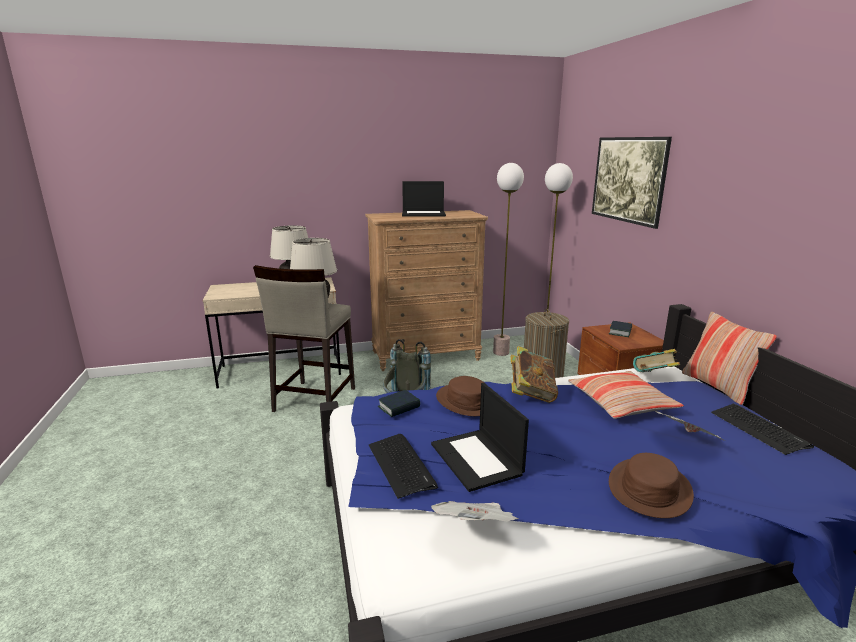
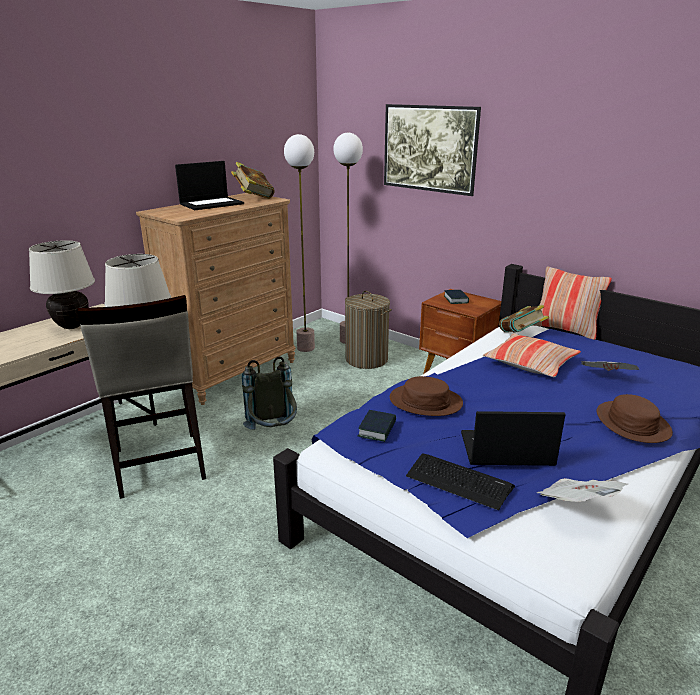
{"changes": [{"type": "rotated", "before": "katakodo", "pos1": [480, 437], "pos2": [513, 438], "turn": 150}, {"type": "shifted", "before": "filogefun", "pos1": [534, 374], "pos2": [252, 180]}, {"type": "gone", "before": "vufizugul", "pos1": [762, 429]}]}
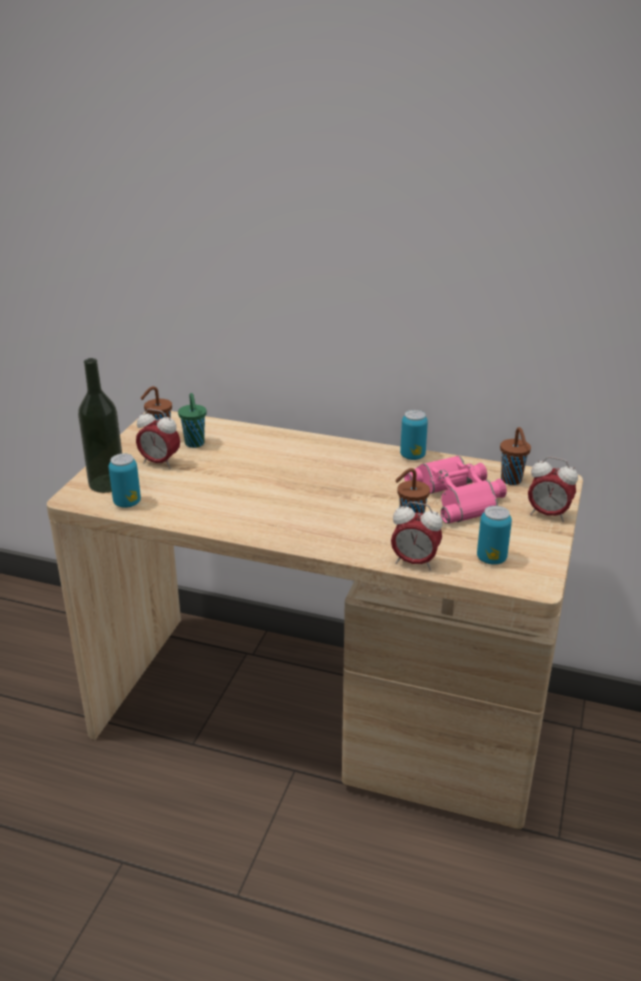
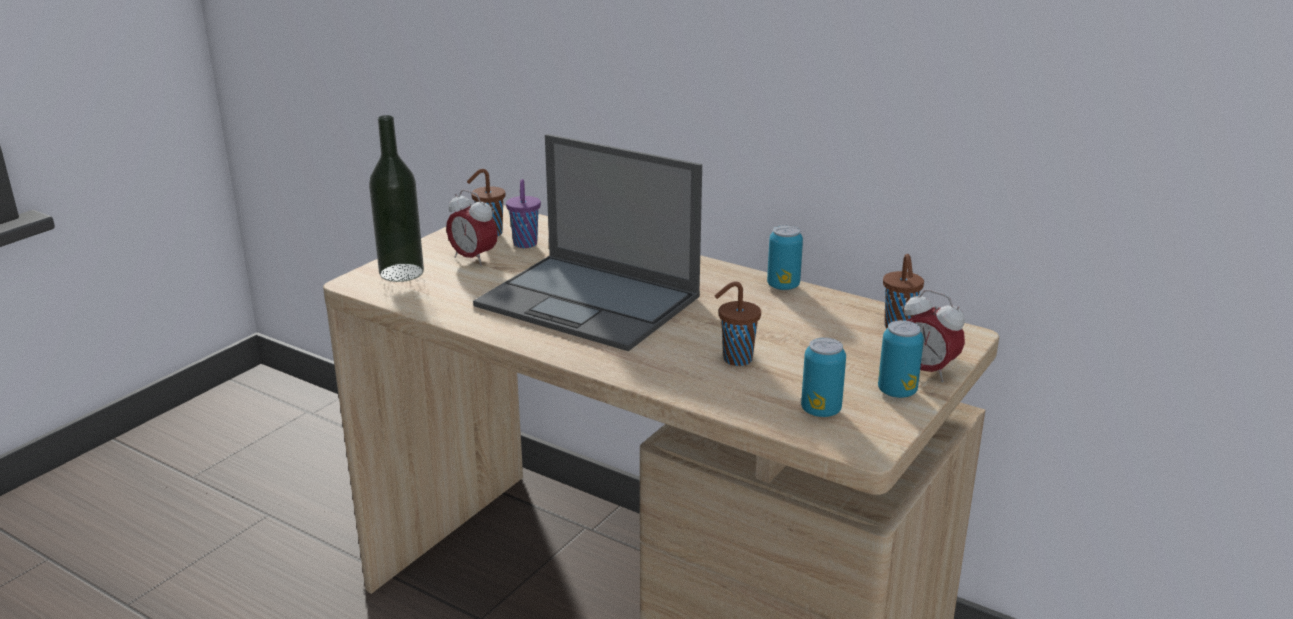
{"changes": [{"type": "shifted", "before": "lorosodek", "pos1": [124, 480], "pos2": [901, 359]}, {"type": "repainted", "before": "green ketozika", "after": "purple ketozika", "pos1": [192, 420], "pos2": [523, 213]}, {"type": "gone", "before": "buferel", "pos1": [417, 536]}, {"type": "gone", "before": "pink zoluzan", "pos1": [455, 490]}, {"type": "new", "after": "katakodo", "pos2": [587, 242]}]}
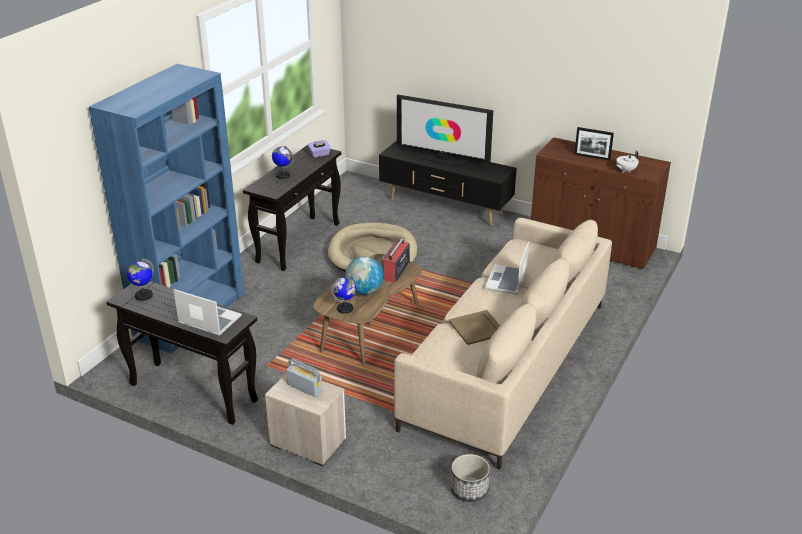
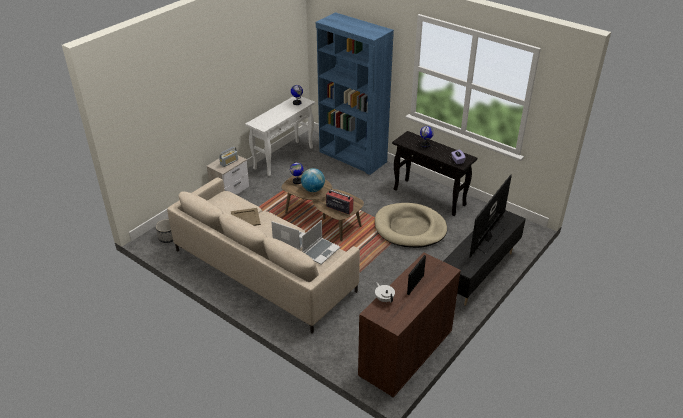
{"changes": [{"type": "repainted", "before": "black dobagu", "after": "white dobagu", "pos1": [182, 353], "pos2": [280, 136]}, {"type": "shifted", "before": "katakodo", "pos1": [207, 312], "pos2": [321, 242]}]}
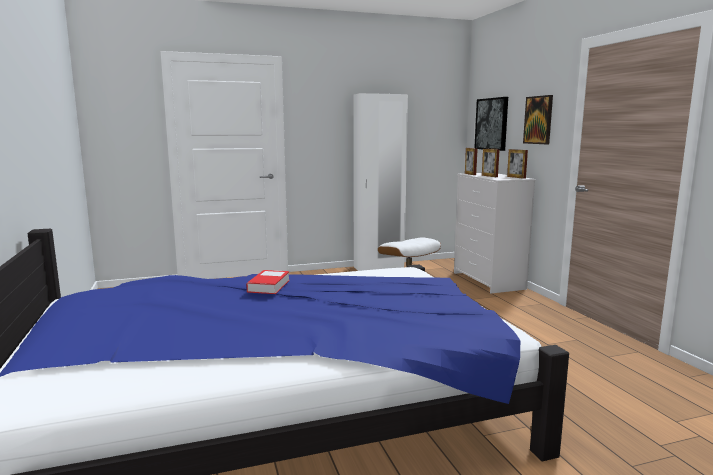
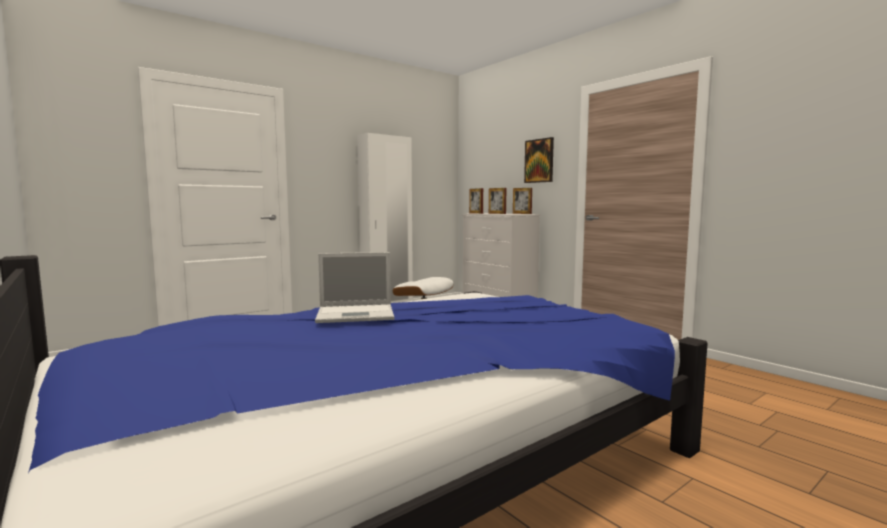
{"changes": [{"type": "swapped", "before": "filogefun", "after": "katakodo", "pos1": [268, 282], "pos2": [354, 287]}, {"type": "gone", "before": "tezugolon", "pos1": [491, 124]}]}
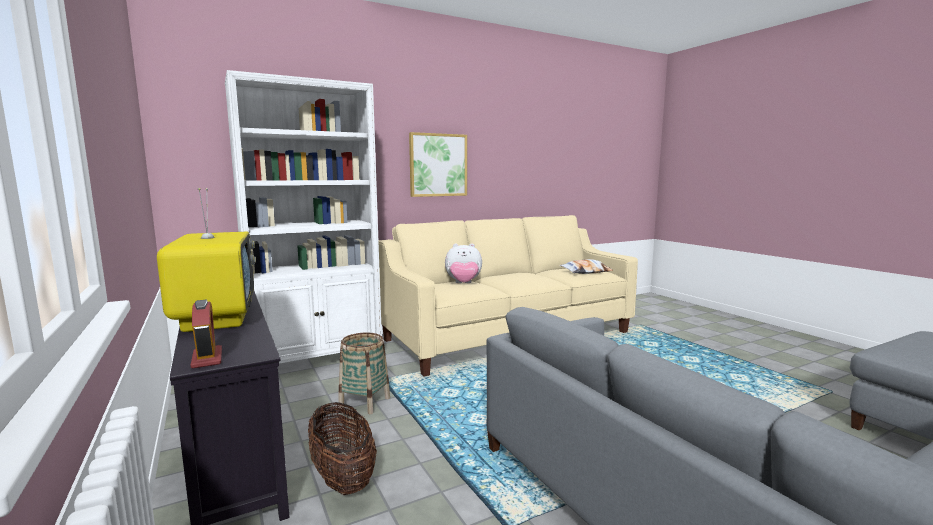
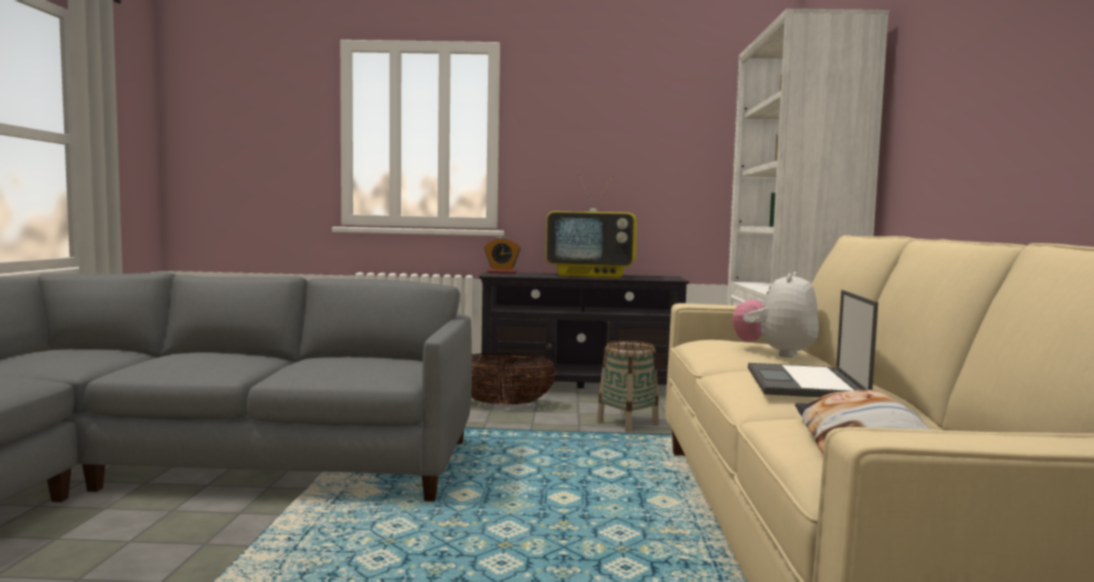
{"changes": [{"type": "gone", "before": "tezugolon", "pos1": [438, 164]}, {"type": "new", "after": "katakodo", "pos2": [813, 344]}]}
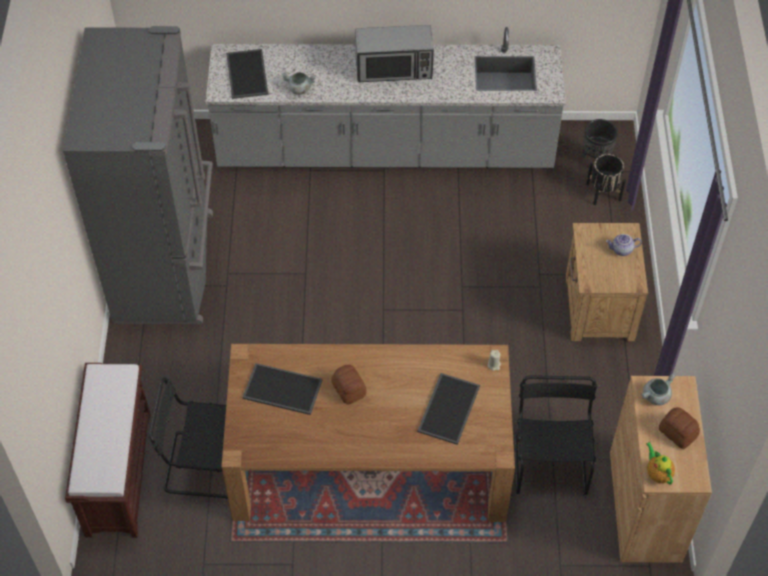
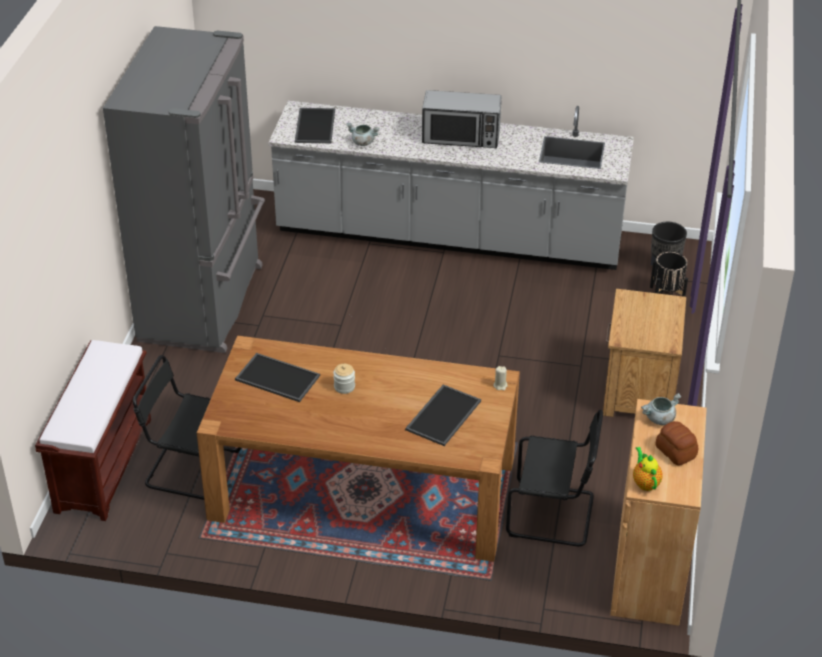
{"changes": [{"type": "swapped", "before": "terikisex", "after": "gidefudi", "pos1": [348, 385], "pos2": [344, 379]}, {"type": "rotated", "before": "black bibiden", "pos1": [555, 435], "pos2": [554, 478], "turn": 90}, {"type": "gone", "before": "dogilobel", "pos1": [624, 245]}]}
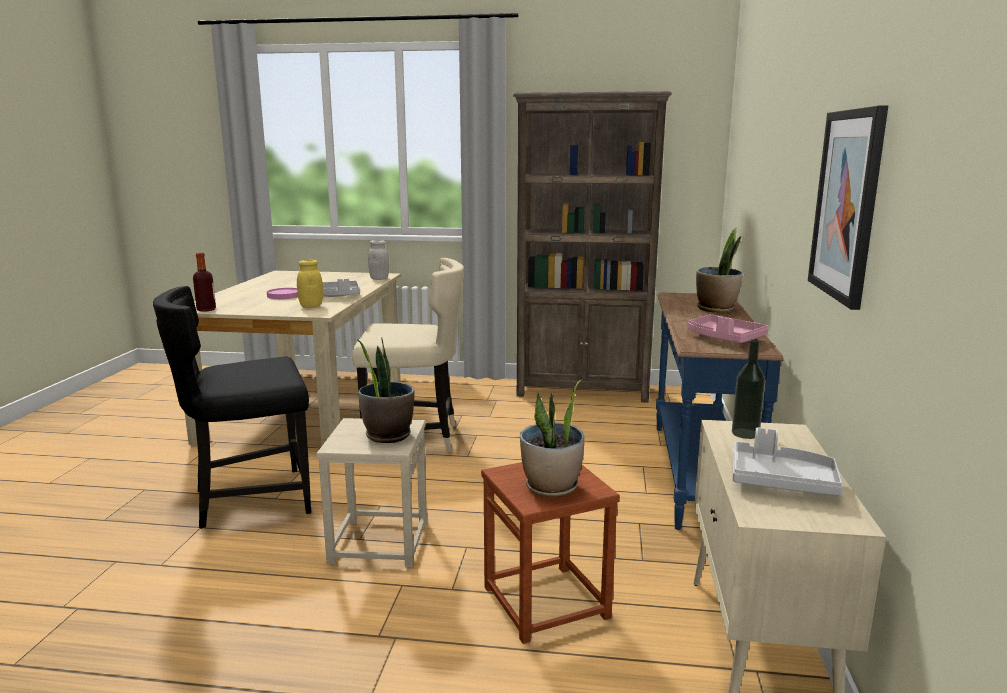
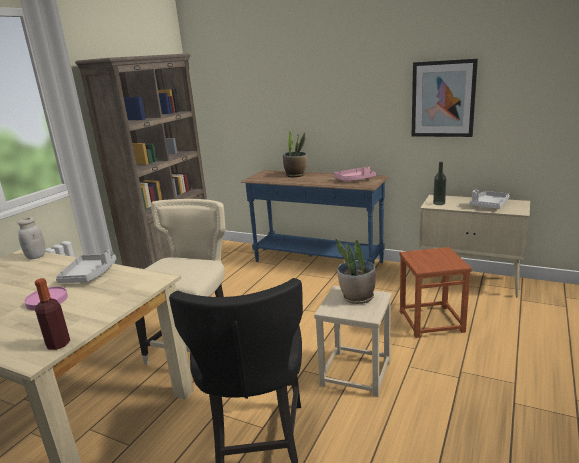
{"changes": [{"type": "gone", "before": "yellow gidefudi", "pos1": [310, 284]}, {"type": "gone", "before": "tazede", "pos1": [552, 438]}]}
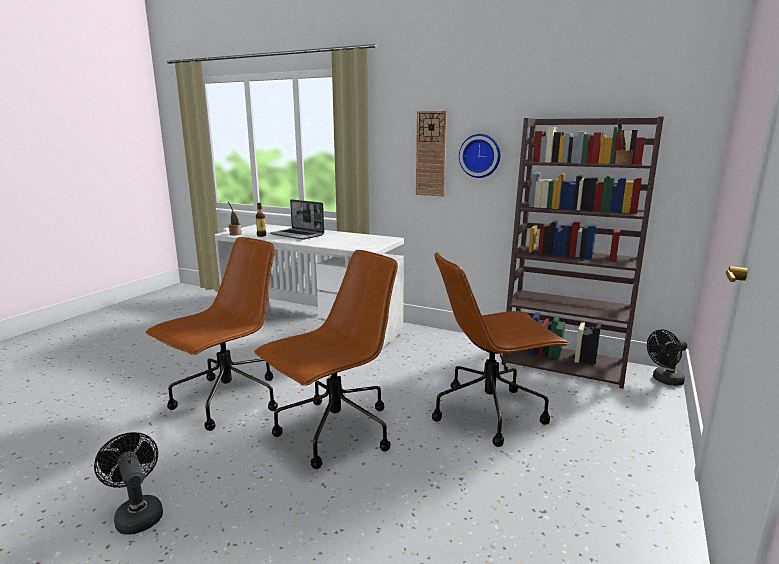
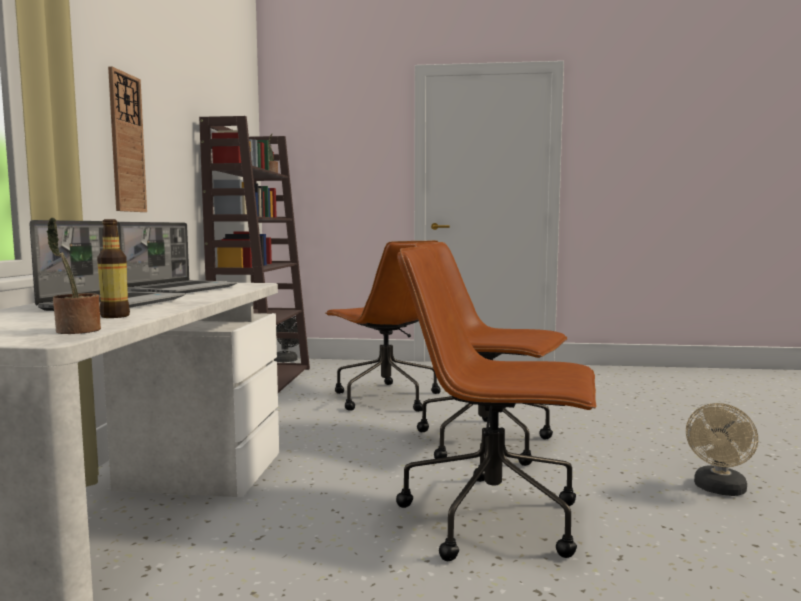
{"changes": [{"type": "repainted", "before": "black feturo", "after": "beige feturo", "pos1": [128, 483], "pos2": [722, 449]}, {"type": "gone", "before": "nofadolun", "pos1": [480, 156]}, {"type": "new", "after": "katakodo", "pos2": [179, 257]}]}
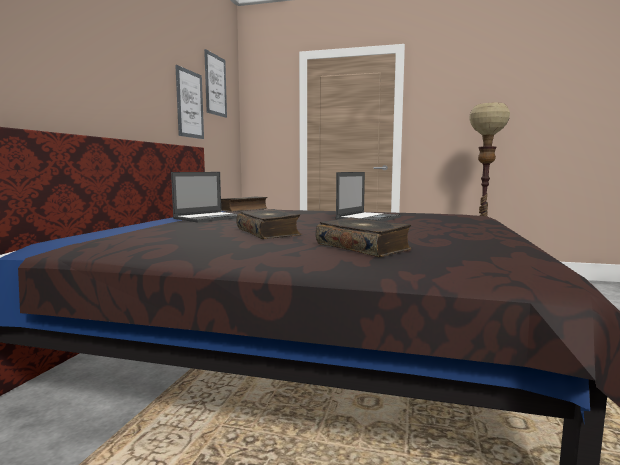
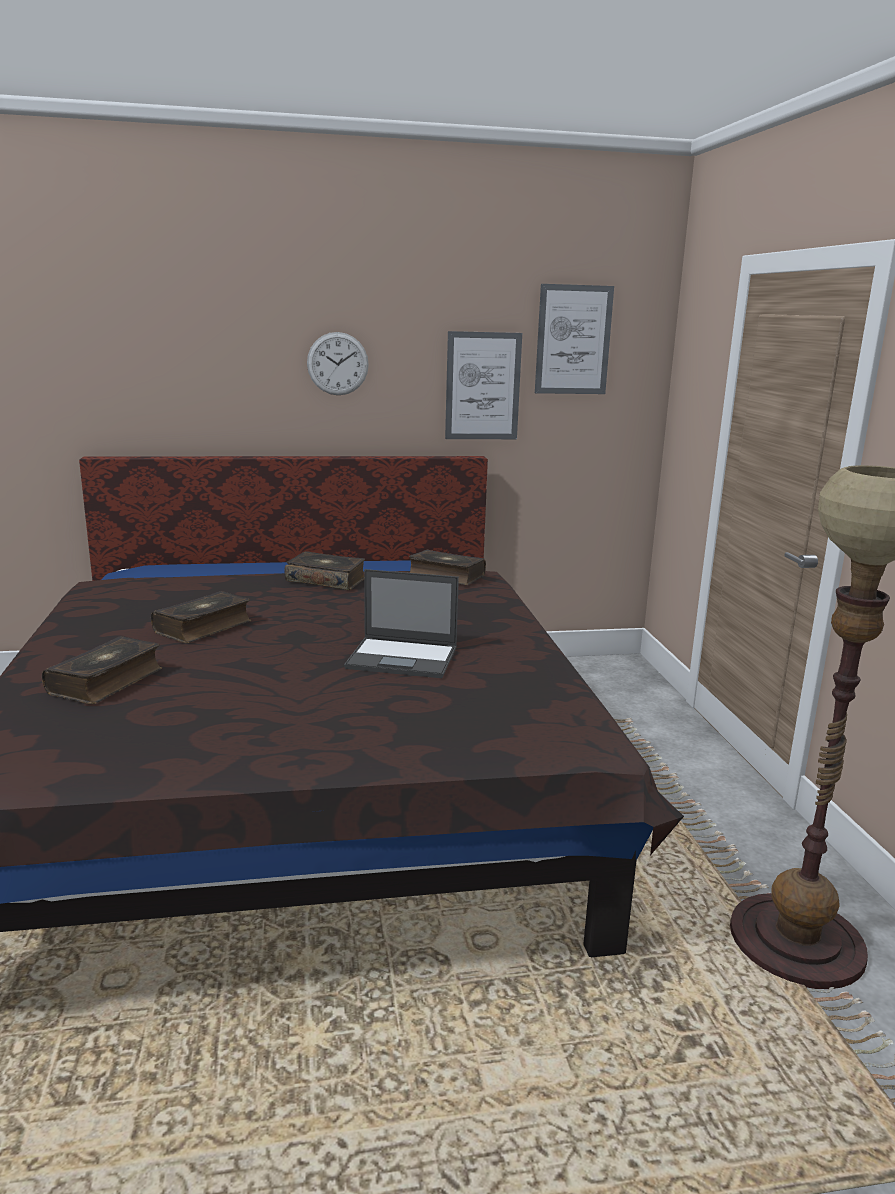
{"changes": [{"type": "swapped", "before": "katakodo", "after": "filogefun", "pos1": [204, 197], "pos2": [325, 570]}, {"type": "new", "after": "nofadolun", "pos2": [338, 363]}]}
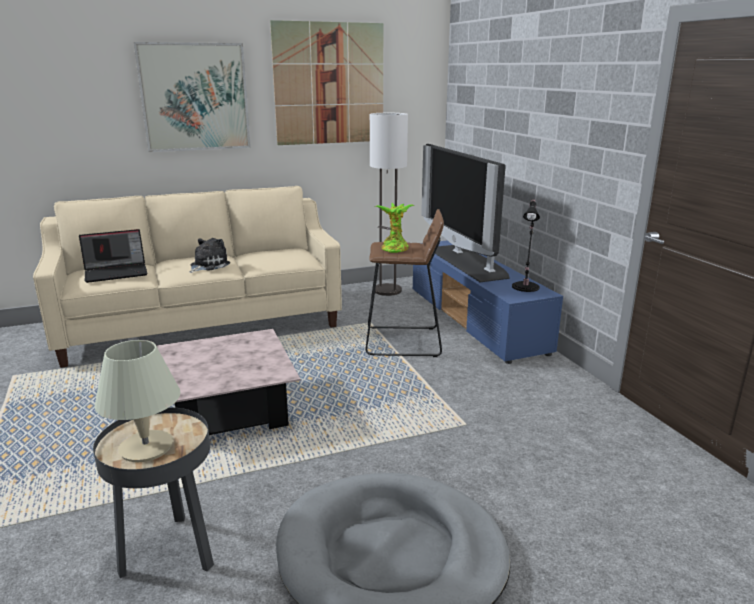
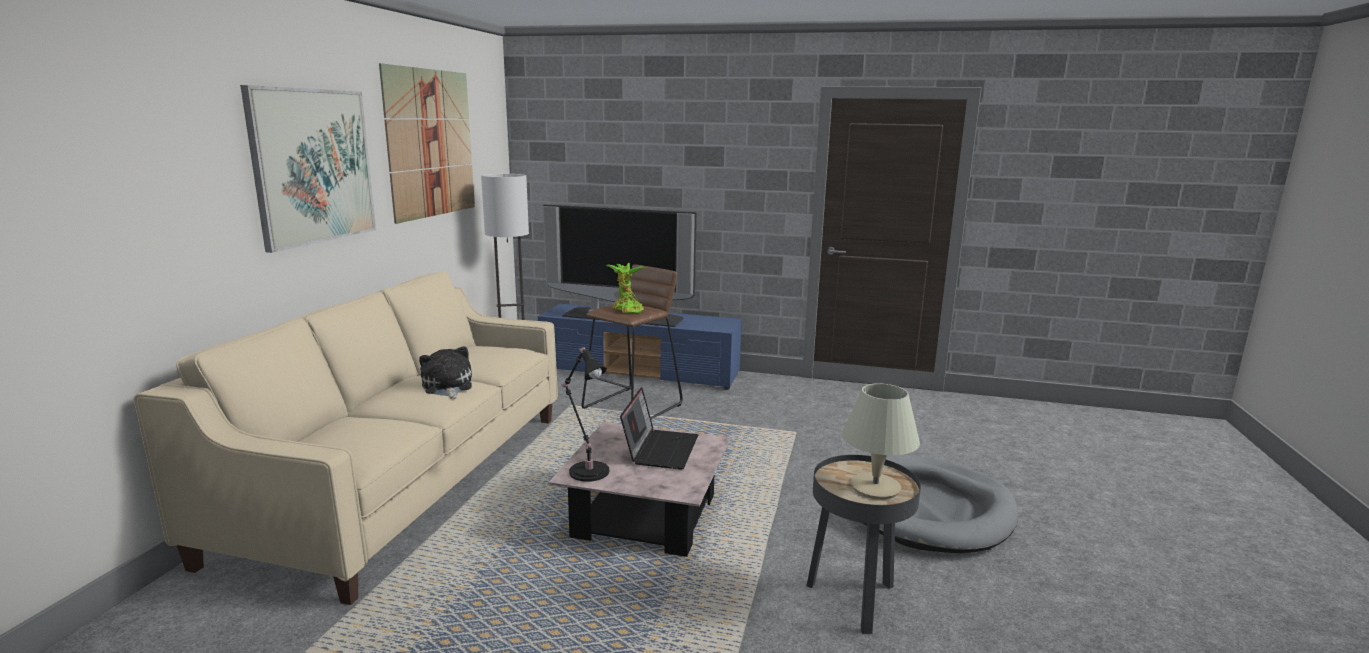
{"changes": [{"type": "shifted", "before": "katakodo", "pos1": [113, 256], "pos2": [659, 428]}, {"type": "shifted", "before": "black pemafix", "pos1": [526, 245], "pos2": [585, 414]}]}
